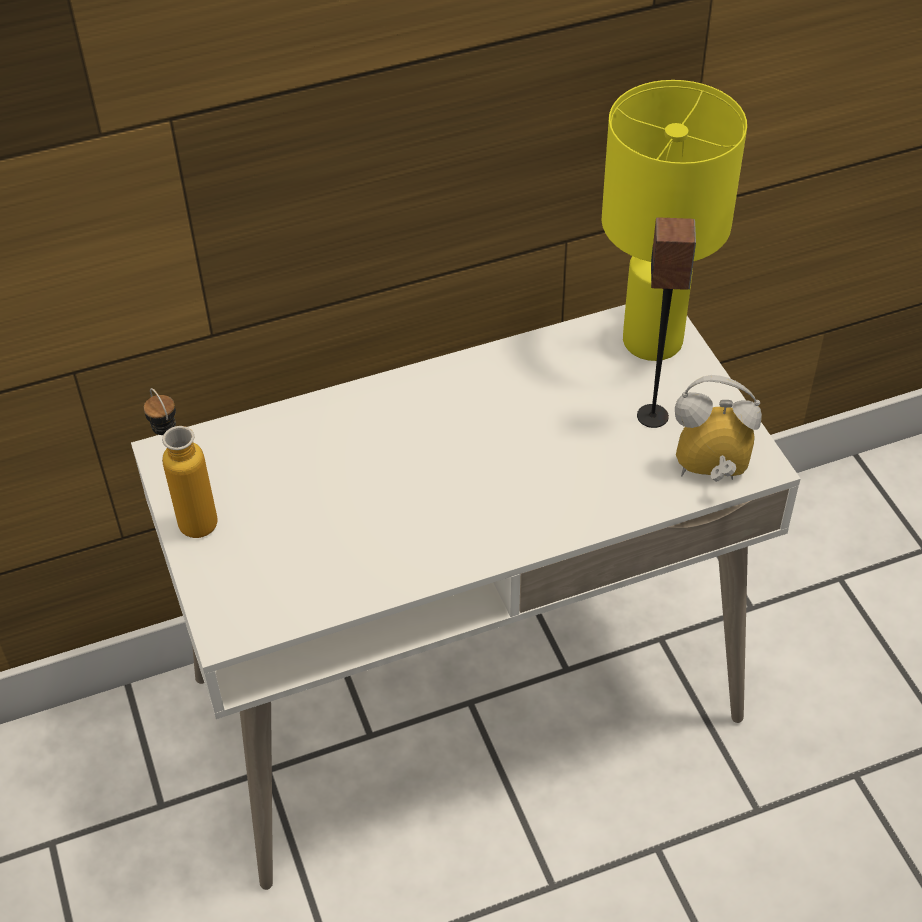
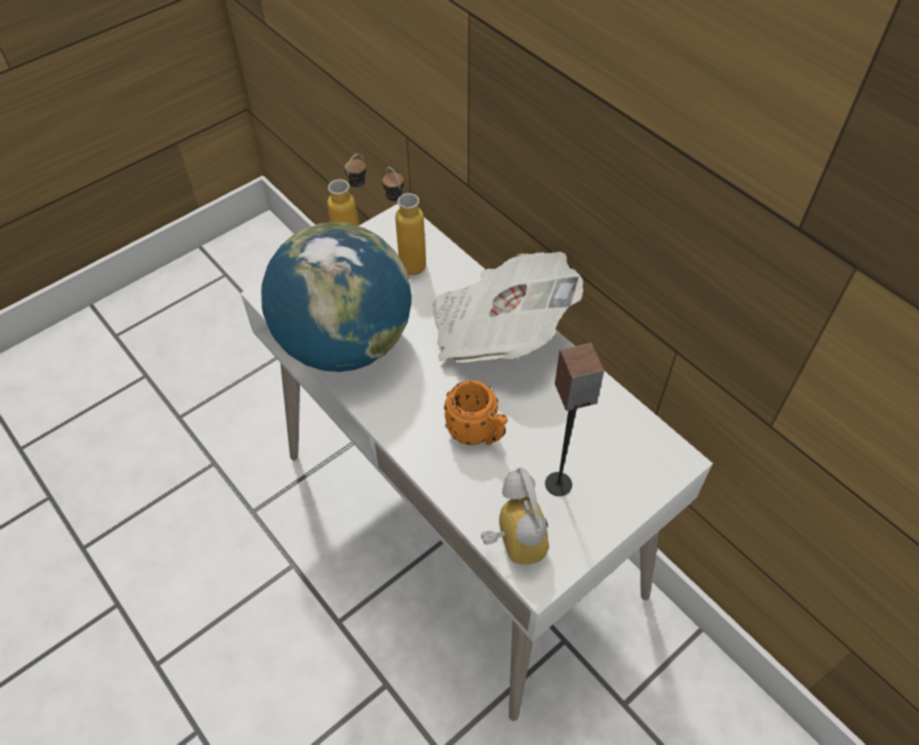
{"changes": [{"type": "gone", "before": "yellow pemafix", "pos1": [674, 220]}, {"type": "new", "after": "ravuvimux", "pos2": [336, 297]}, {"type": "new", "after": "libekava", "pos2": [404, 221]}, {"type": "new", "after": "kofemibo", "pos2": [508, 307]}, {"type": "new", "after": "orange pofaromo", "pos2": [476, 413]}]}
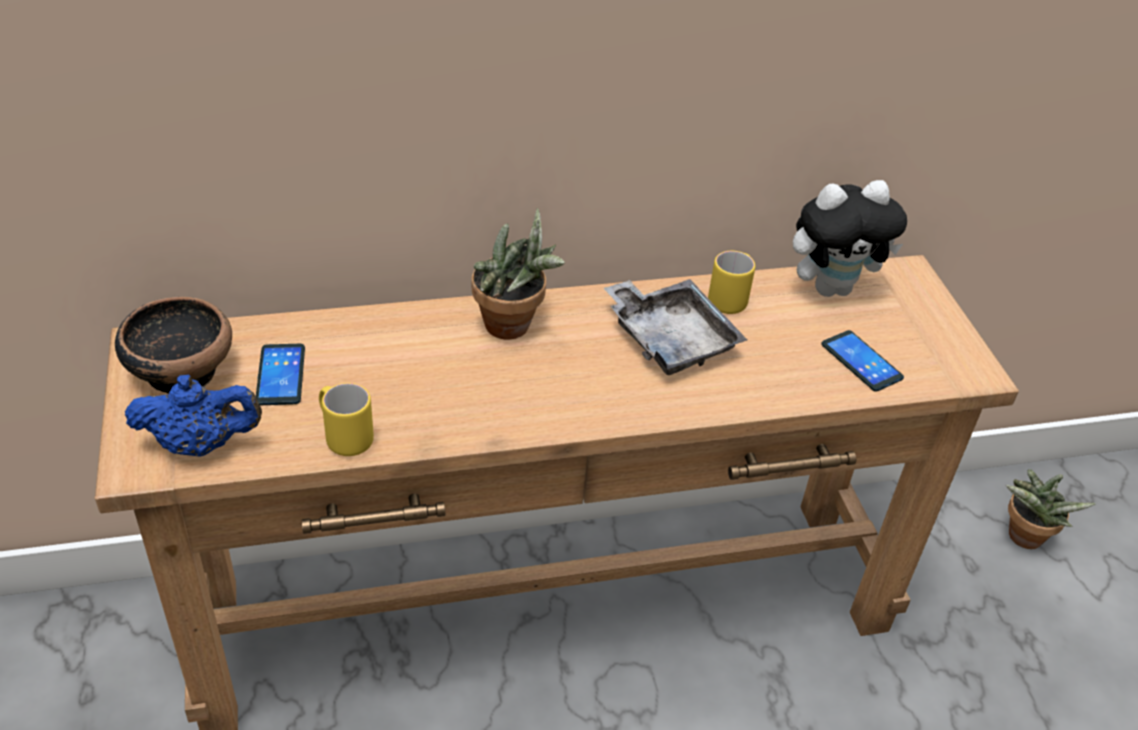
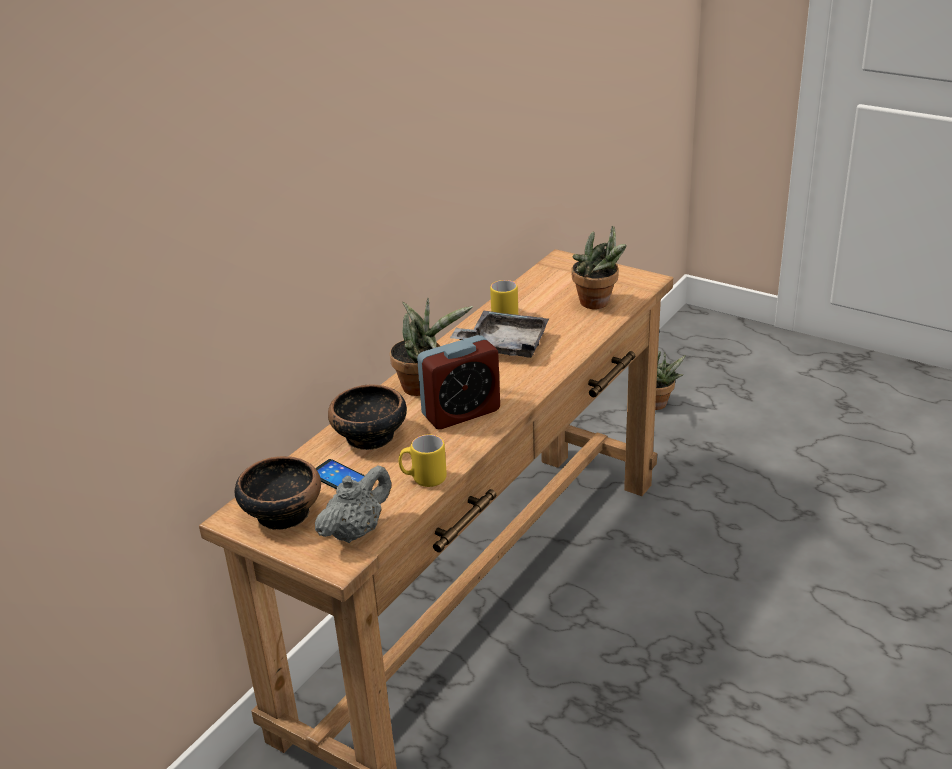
{"changes": [{"type": "repainted", "before": "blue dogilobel", "after": "grey dogilobel", "pos1": [193, 415], "pos2": [353, 504]}, {"type": "gone", "before": "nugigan", "pos1": [850, 238]}, {"type": "swapped", "before": "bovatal", "after": "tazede", "pos1": [862, 361], "pos2": [599, 267]}, {"type": "new", "after": "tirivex", "pos2": [367, 417]}, {"type": "new", "after": "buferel", "pos2": [458, 382]}]}
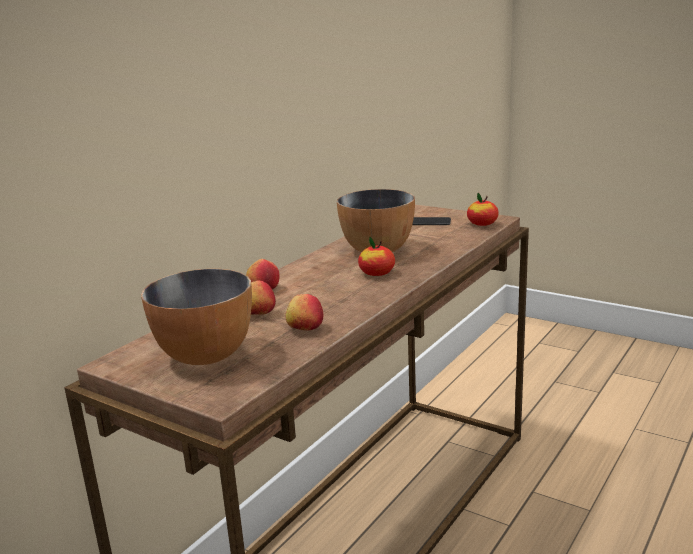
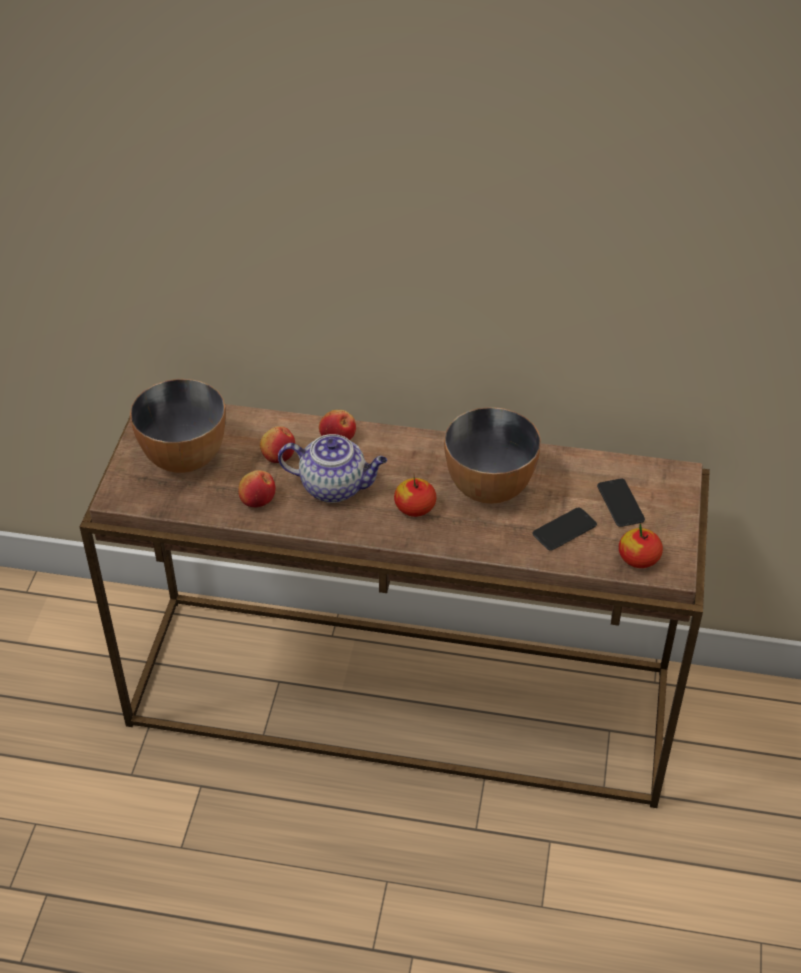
{"changes": [{"type": "new", "after": "dogilobel", "pos2": [332, 468]}, {"type": "new", "after": "bovatal", "pos2": [564, 529]}]}
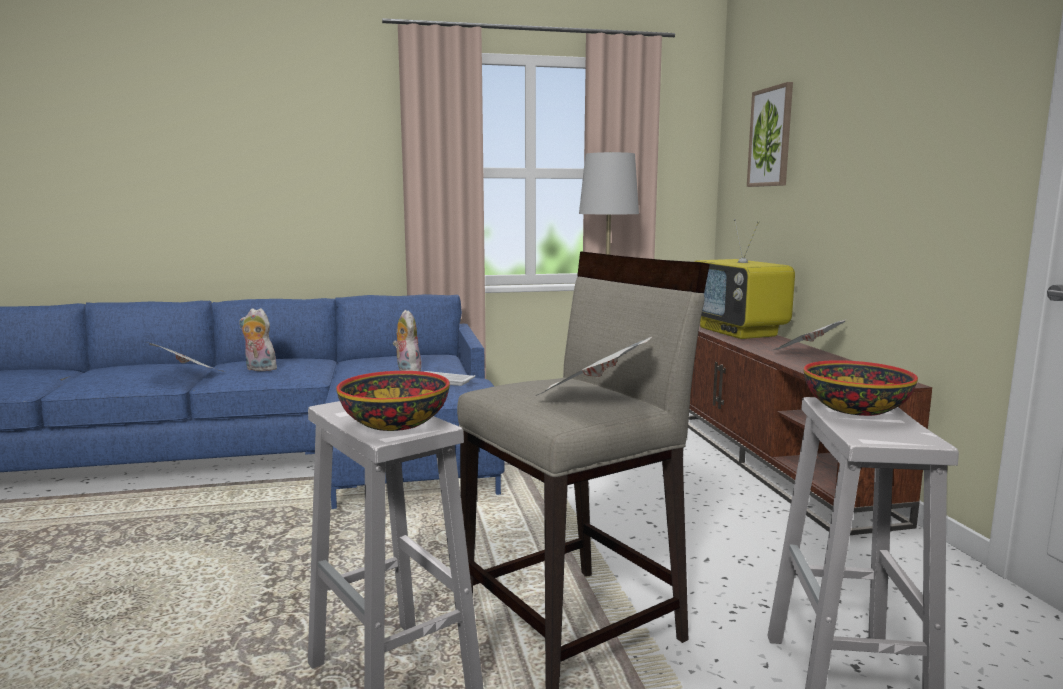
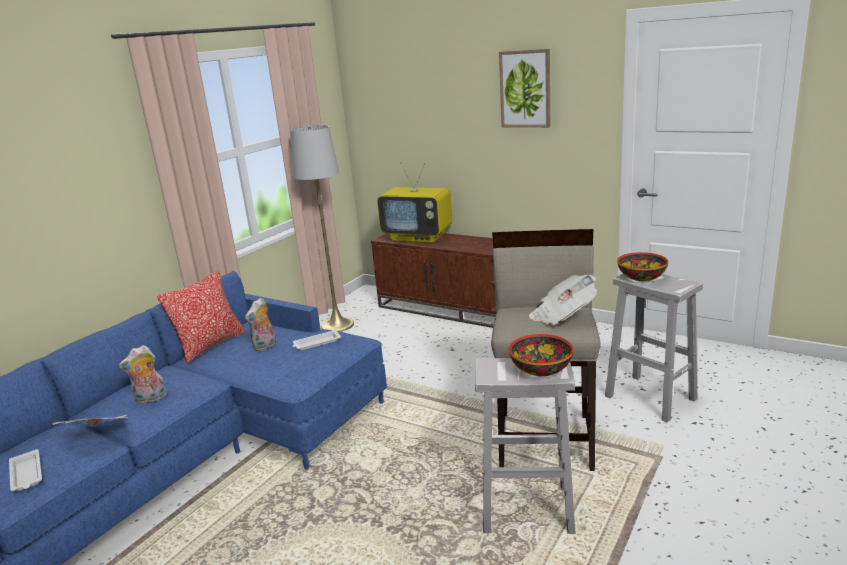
{"changes": [{"type": "rotated", "before": "nugigan", "pos1": [407, 340], "pos2": [260, 324], "turn": -75}, {"type": "shifted", "before": "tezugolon", "pos1": [770, 134], "pos2": [524, 88]}, {"type": "gone", "before": "kofemibo", "pos1": [809, 334]}, {"type": "new", "after": "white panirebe", "pos2": [25, 470]}, {"type": "new", "after": "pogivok", "pos2": [201, 316]}]}
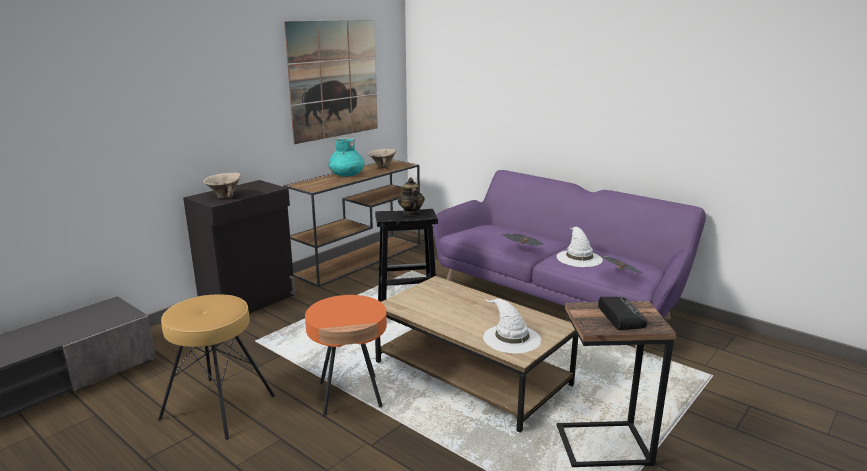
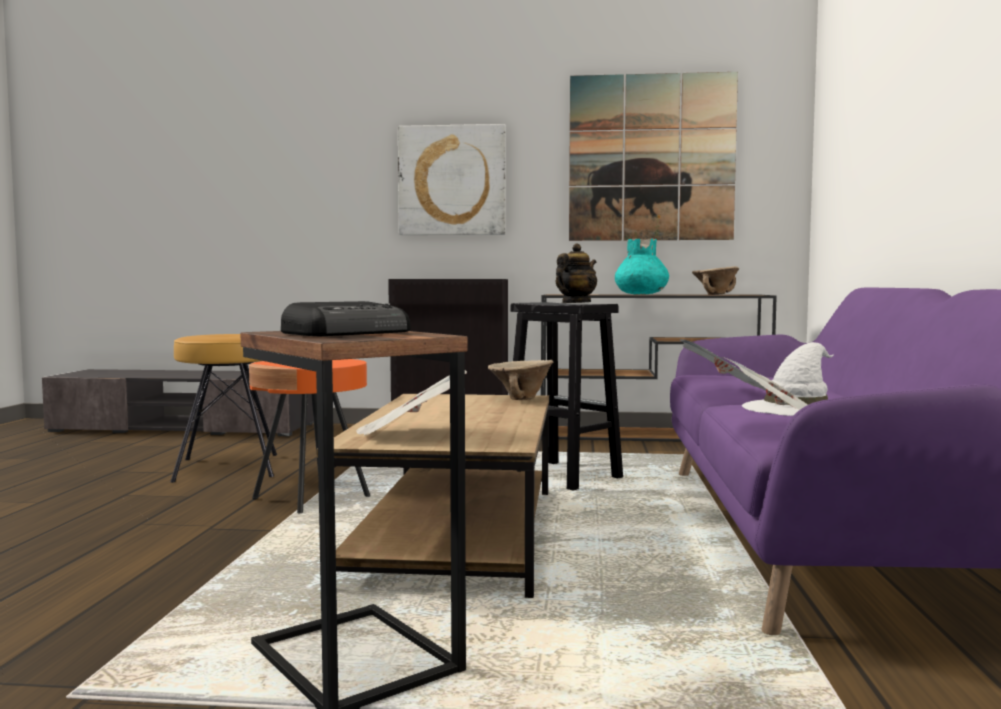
{"changes": [{"type": "shifted", "before": "beige tirivex", "pos1": [222, 186], "pos2": [521, 380]}, {"type": "swapped", "before": "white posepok", "after": "kofemibo", "pos1": [512, 326], "pos2": [411, 403]}, {"type": "new", "after": "tezugolon", "pos2": [452, 179]}]}
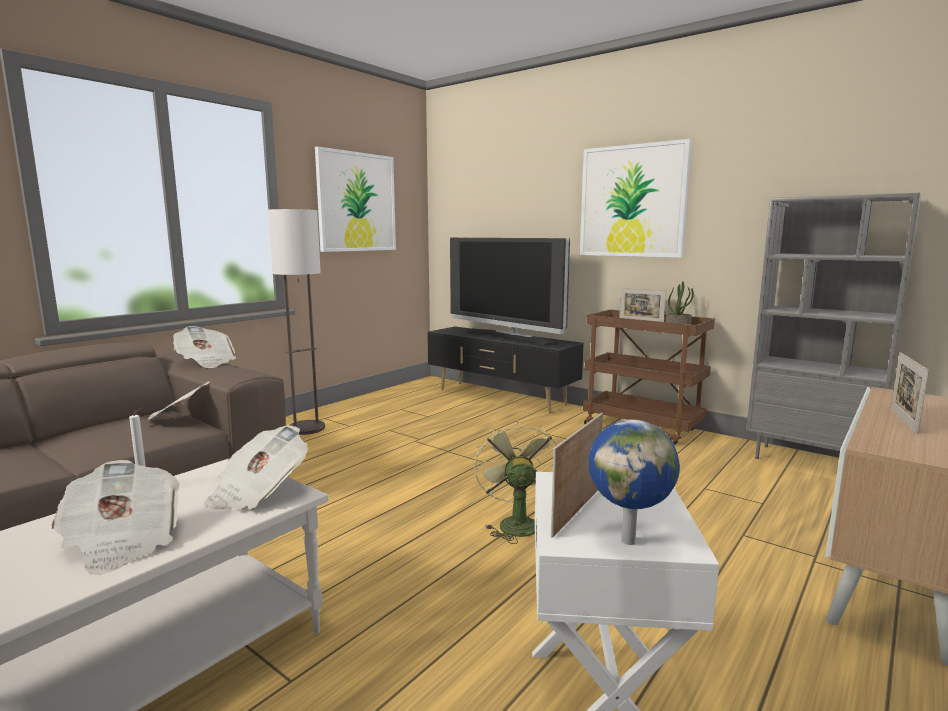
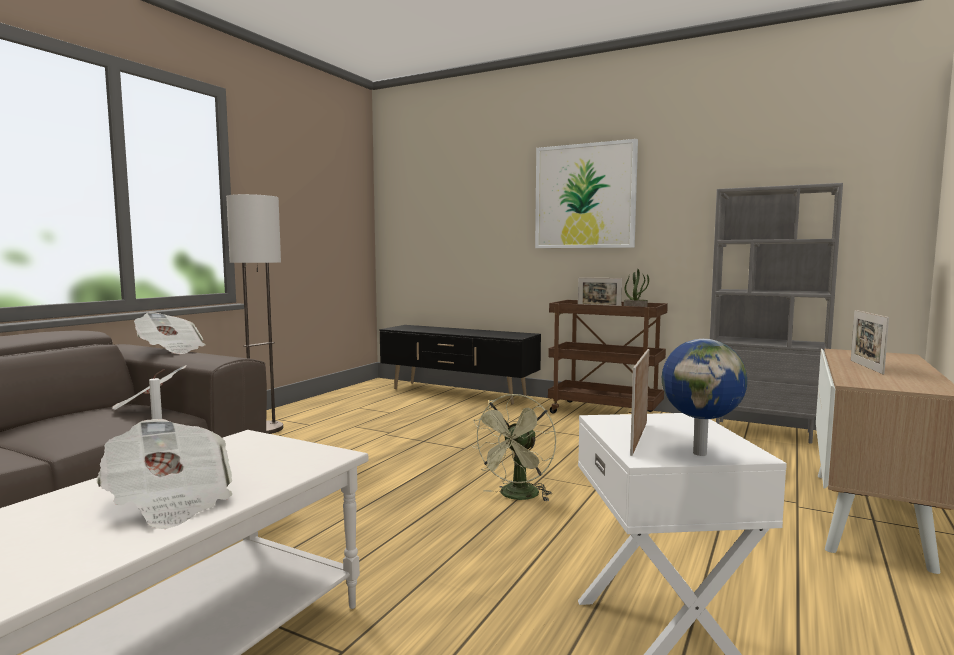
{"changes": [{"type": "gone", "before": "kofemibo", "pos1": [256, 467]}, {"type": "gone", "before": "tezugolon", "pos1": [355, 199]}, {"type": "gone", "before": "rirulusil", "pos1": [510, 291]}, {"type": "rotated", "before": "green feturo", "pos1": [515, 482], "pos2": [513, 448], "turn": -135}]}
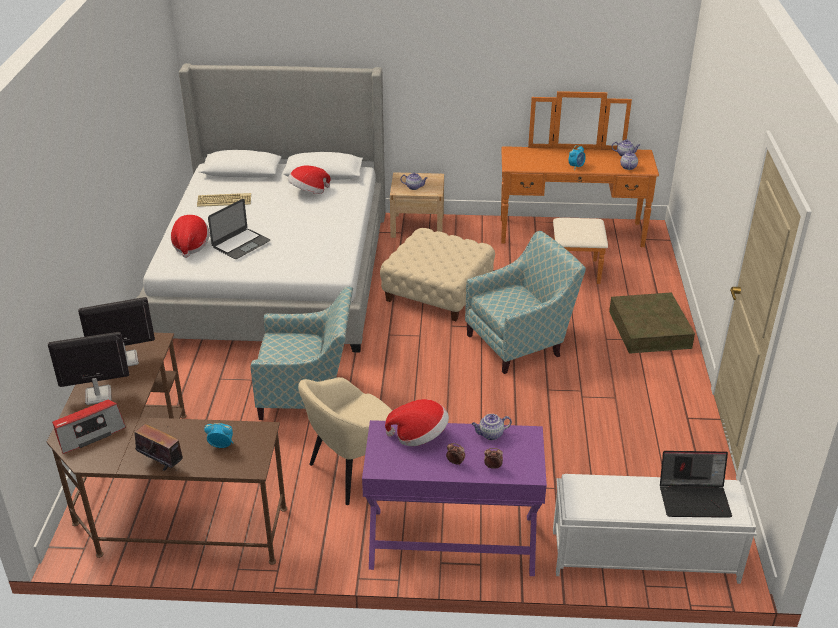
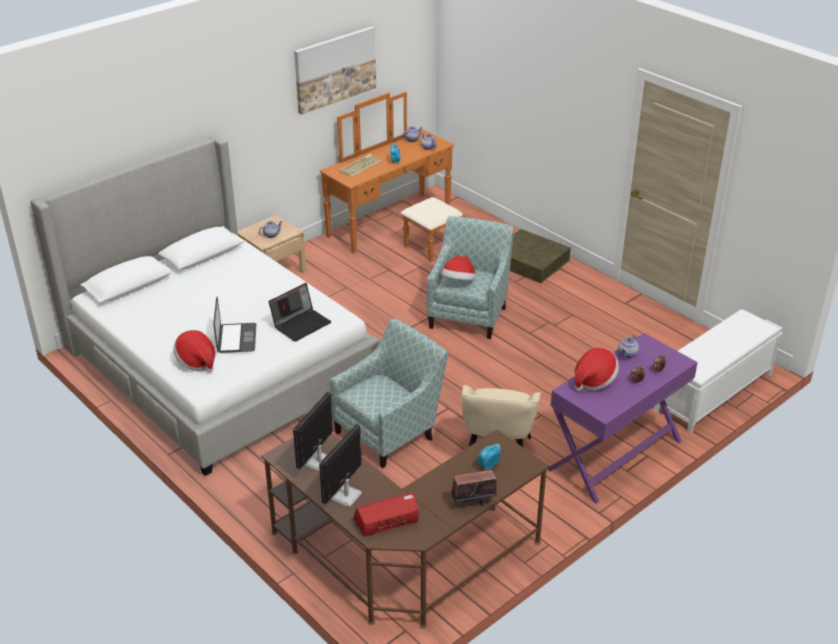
{"changes": [{"type": "rotated", "before": "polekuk", "pos1": [89, 426], "pos2": [386, 514], "turn": -120}, {"type": "shifted", "before": "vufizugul", "pos1": [224, 200], "pos2": [360, 165]}, {"type": "shifted", "before": "posepok", "pos1": [309, 180], "pos2": [458, 268]}, {"type": "gone", "before": "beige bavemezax", "pos1": [437, 274]}, {"type": "shifted", "before": "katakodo", "pos1": [696, 484], "pos2": [300, 312]}, {"type": "new", "after": "tezugolon", "pos2": [335, 70]}]}
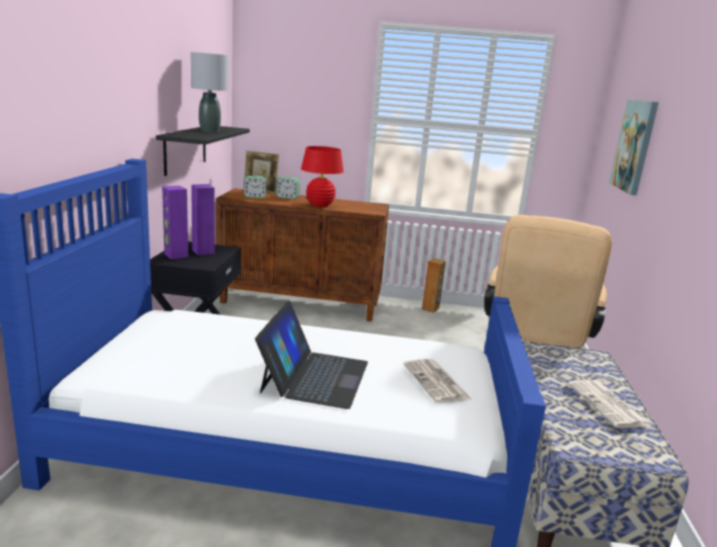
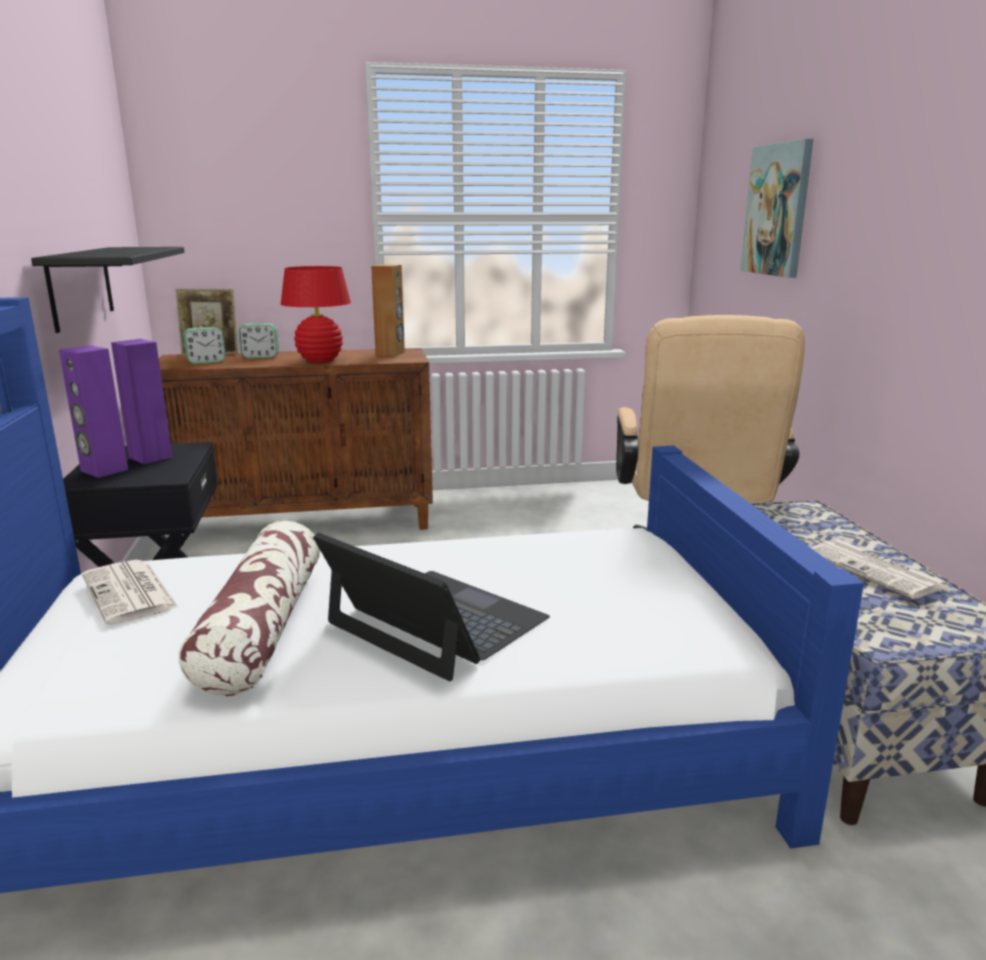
{"changes": [{"type": "gone", "before": "grey pemafix", "pos1": [209, 92]}, {"type": "rotated", "before": "katakodo", "pos1": [311, 355], "pos2": [431, 607], "turn": -45}, {"type": "shifted", "before": "kofemibo", "pos1": [437, 381], "pos2": [130, 592]}, {"type": "shifted", "before": "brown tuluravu", "pos1": [434, 285], "pos2": [388, 310]}, {"type": "new", "after": "pogivok", "pos2": [249, 608]}]}
